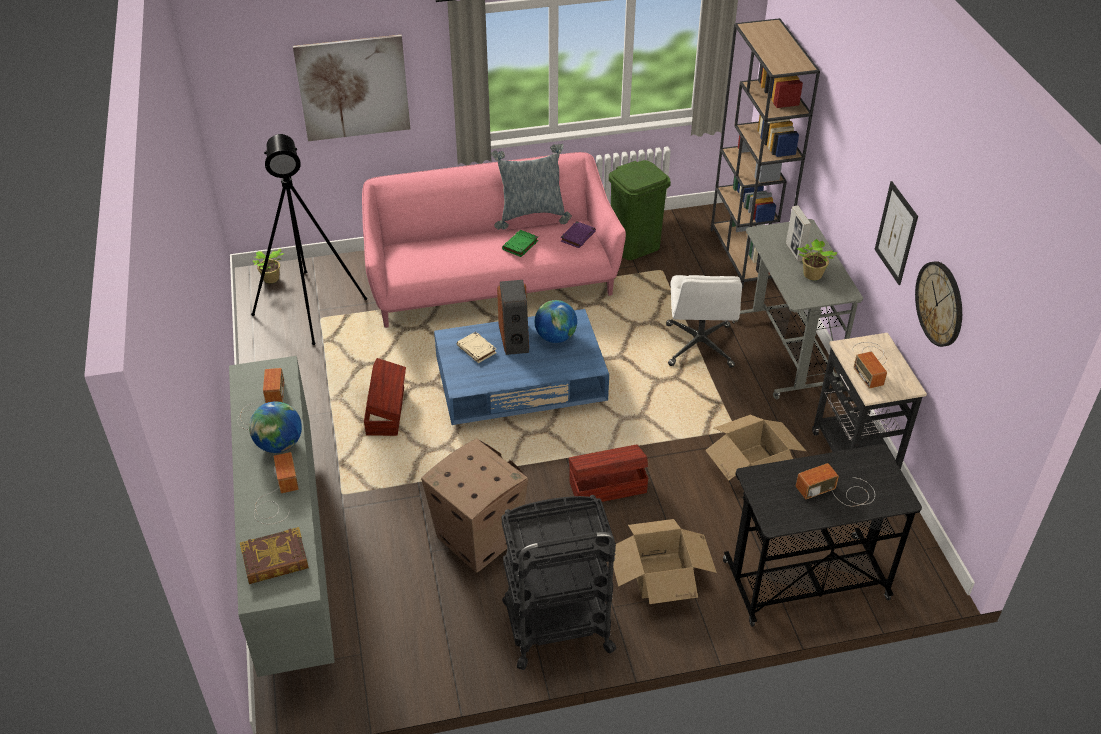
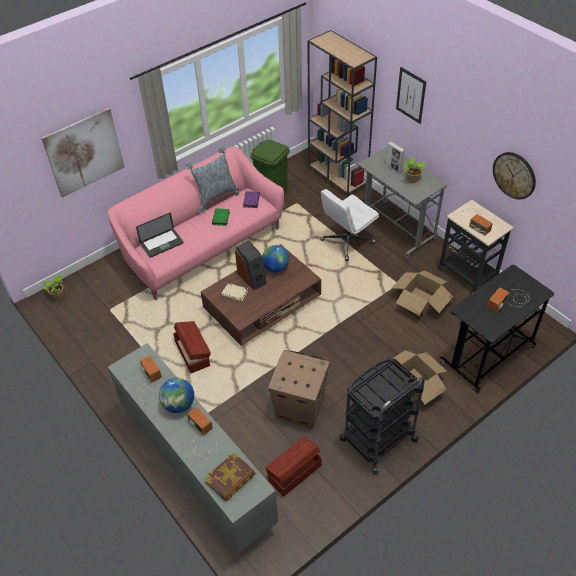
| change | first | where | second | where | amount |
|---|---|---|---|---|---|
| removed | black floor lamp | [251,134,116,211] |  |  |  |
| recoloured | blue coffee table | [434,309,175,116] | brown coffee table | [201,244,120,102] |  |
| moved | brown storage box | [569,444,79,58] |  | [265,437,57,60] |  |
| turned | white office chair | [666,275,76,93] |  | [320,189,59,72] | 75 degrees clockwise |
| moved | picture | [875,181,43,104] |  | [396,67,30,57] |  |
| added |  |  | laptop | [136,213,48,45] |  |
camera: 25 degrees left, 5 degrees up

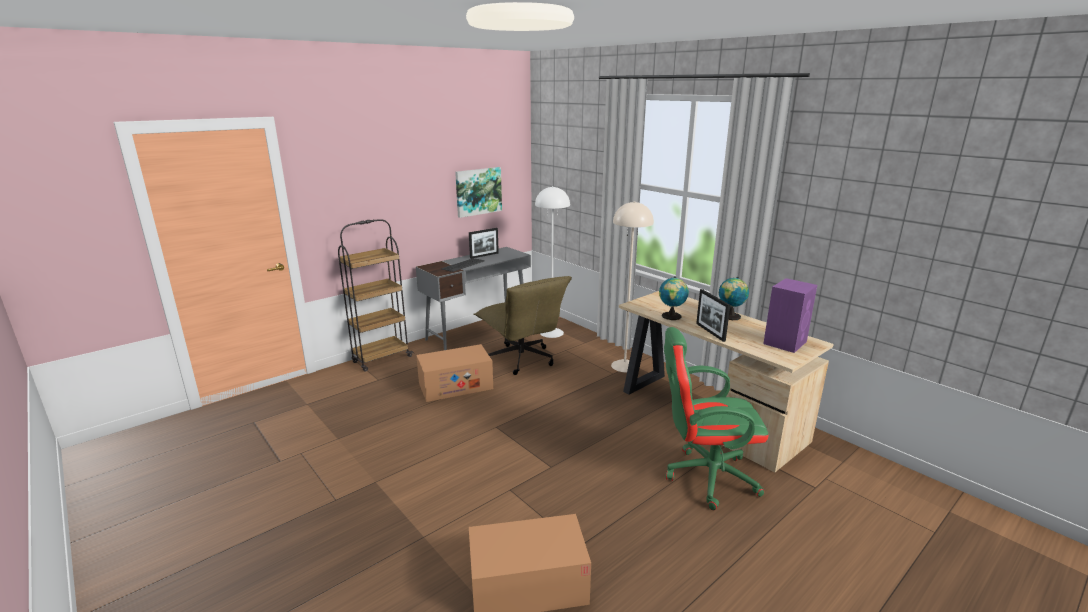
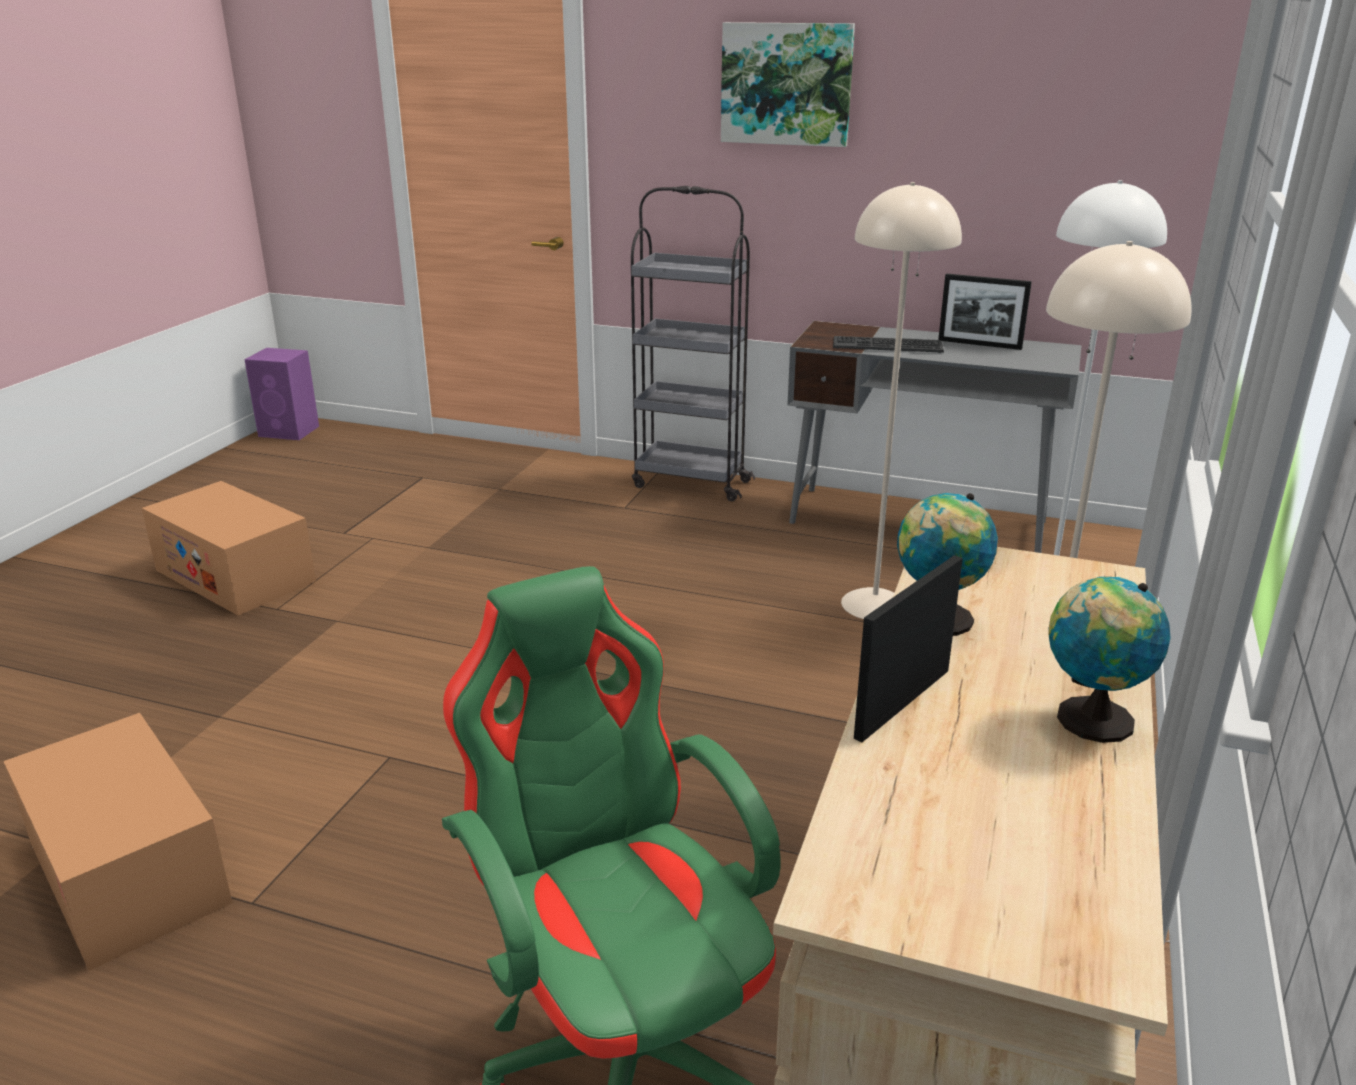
| change | first | where | second | where | amount |
|---|---|---|---|---|---|
| recoloured | brown cart | [338,219,76,153] | grey cart | [631,186,124,315] |  |
| moved | cardboard box | [416,344,77,58] |  | [142,481,174,134] |  |
| moved | picture | [455,167,47,51] |  | [721,22,134,125] |  |
| replaced | beige office chair | [473,276,99,99] | beige floor lamp | [841,182,121,437] |  |
| moved | purple speaker | [763,278,54,75] |  | [244,348,75,92] |  |
camera: 60 degrees right, 5 degrees up

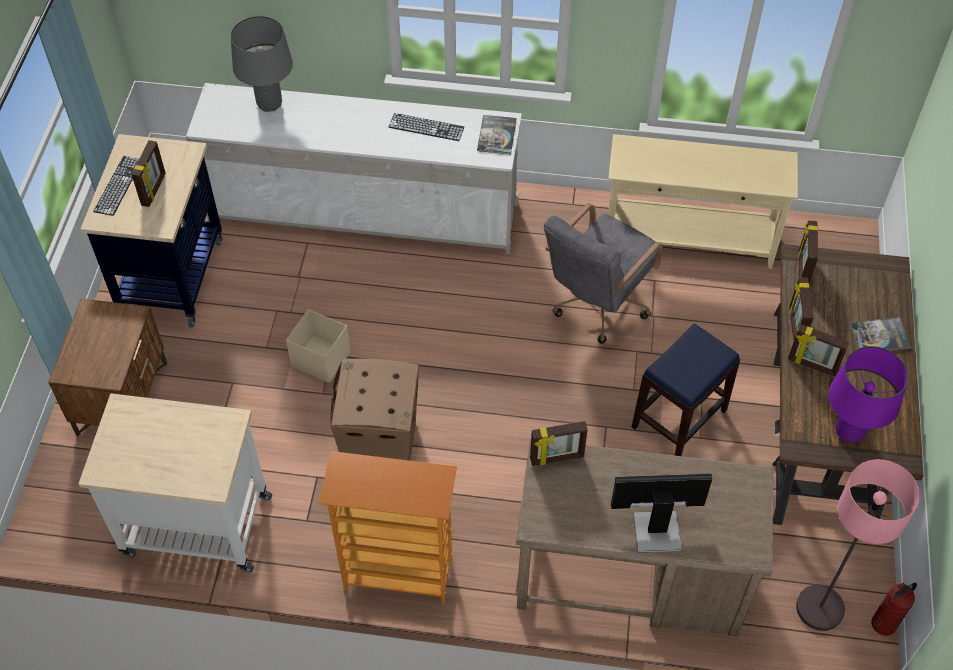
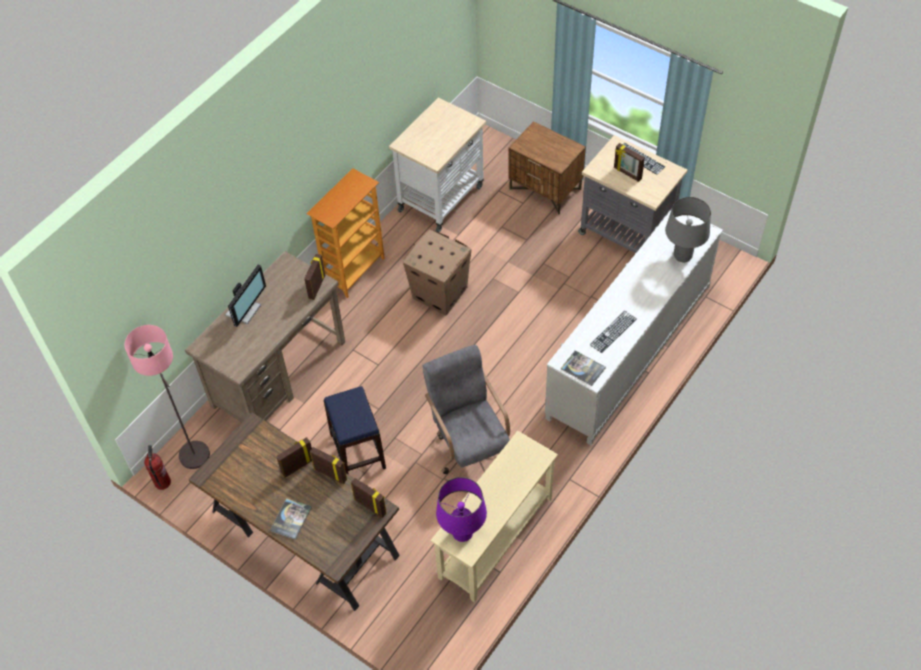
| change | first | where | second | where | amount |
|---|---|---|---|---|---|
| recoloured | blue cart | [80,134,143,194] | grey cart | [578,135,109,118] |  |
| removed | beige storage box | [286,309,65,74] |  |  |  |
| moved | purple table lamp | [829,346,80,97] |  | [436,477,51,65] |  |
camera: 120 degrees right, 0 degrees up

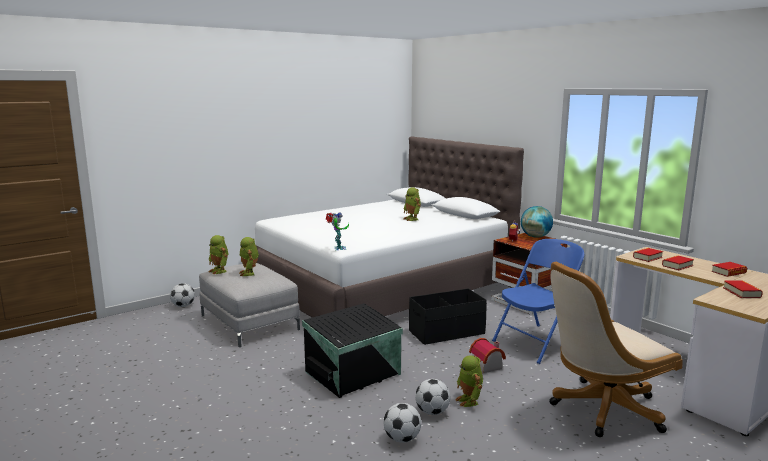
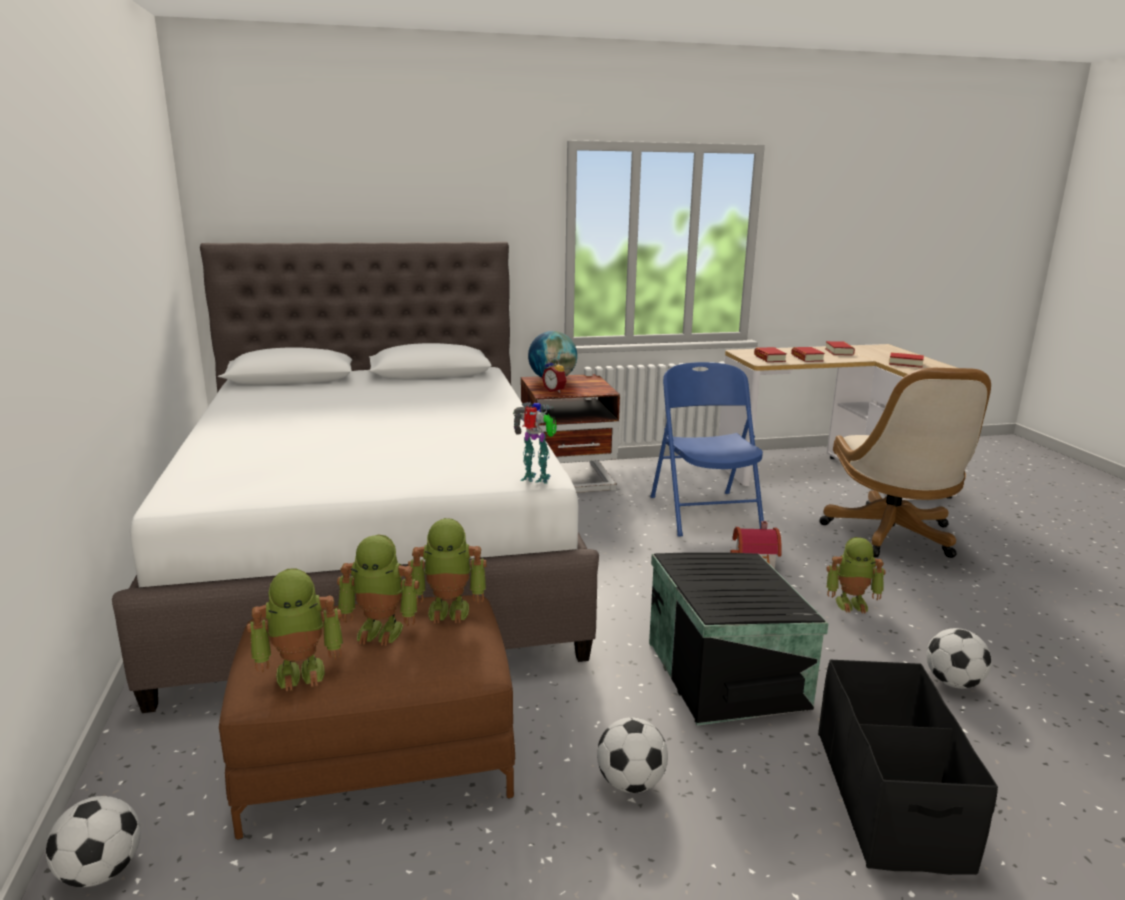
| change | first | where | second | where | amount |
|---|---|---|---|---|---|
| recoloured | grey ottoman | [199,263,101,84] | brown ottoman | [219,595,296,244] |  |
| moved | toy robot | [403,187,18,34] |  | [408,518,79,105] |  |
| moved | black storage box | [409,288,78,57] |  | [818,660,180,215] |  |
| moved | football | [415,379,35,36] |  | [597,717,71,76] |  |
camera: 65 degrees left, 5 degrees up

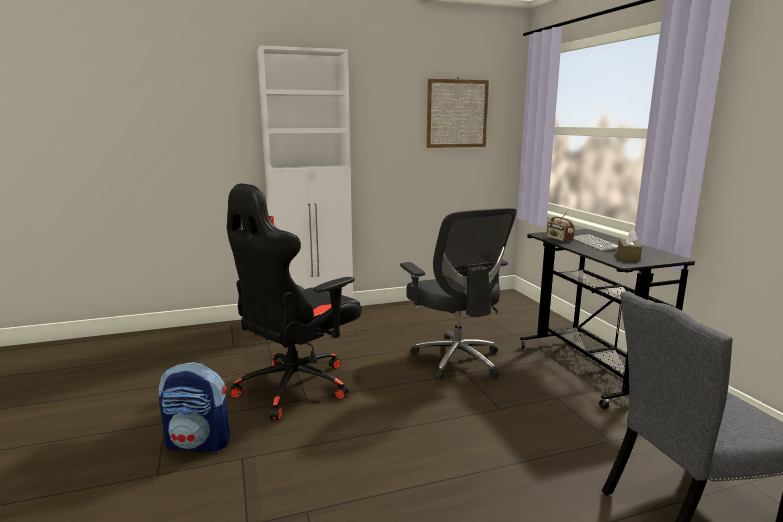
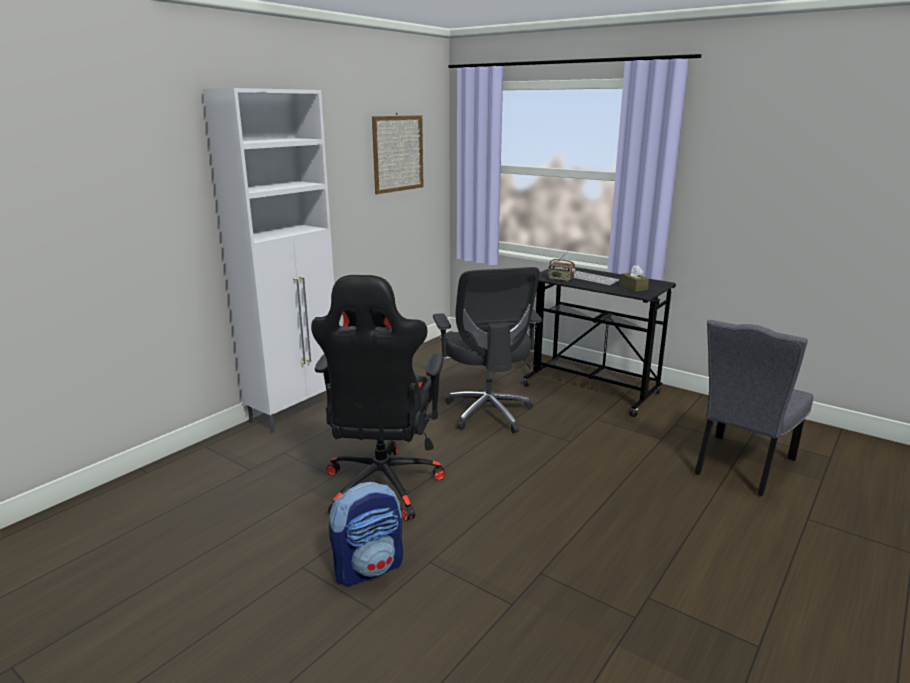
| change | first | where | second | where | amount |
|---|---|---|---|---|---|
| turned | office chair | [400,208,117,172] |  | [433,267,109,166] | 45 degrees clockwise |
camera: 35 degrees left, 5 degrees up

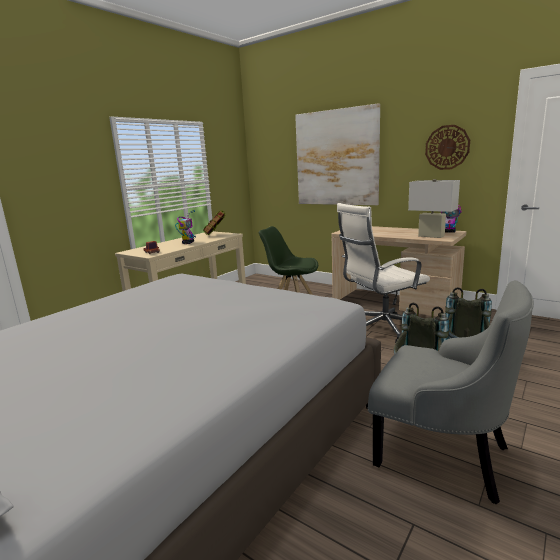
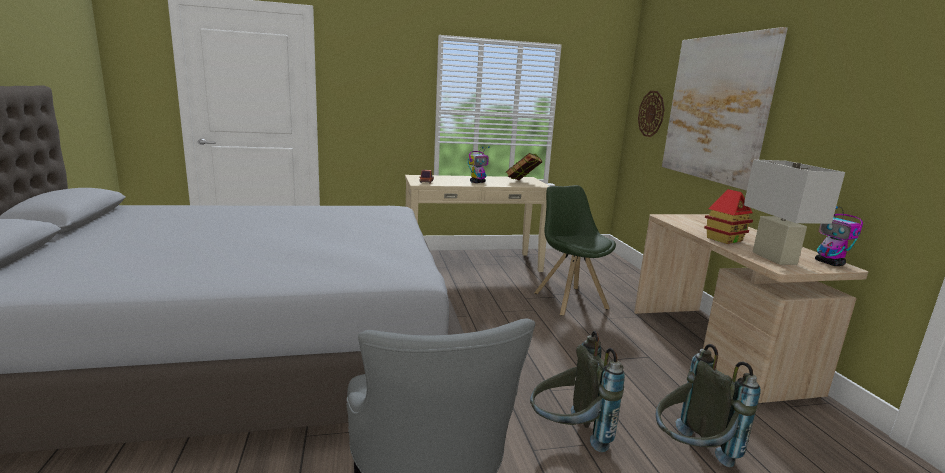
| change | first | where | second | where | amount |
|---|---|---|---|---|---|
| removed | white office chair | [337,203,93,140] |  |  |  |
| moved | wall clock | [425,125,45,45] |  | [638,91,27,46] |  |
| added |  |  | toy house | [704,189,49,55] |  |
camera: 40 degrees right, 0 degrees up

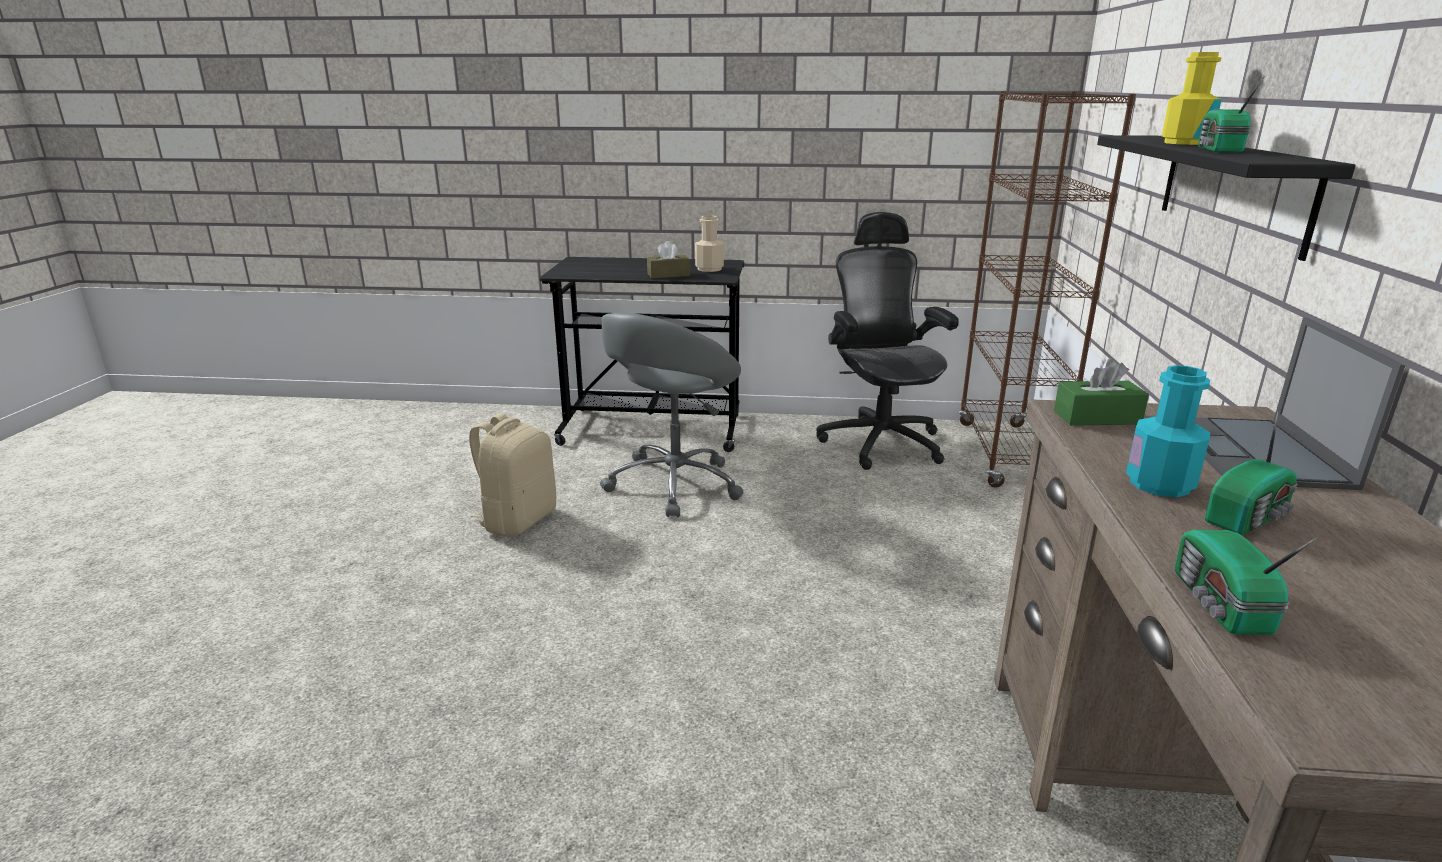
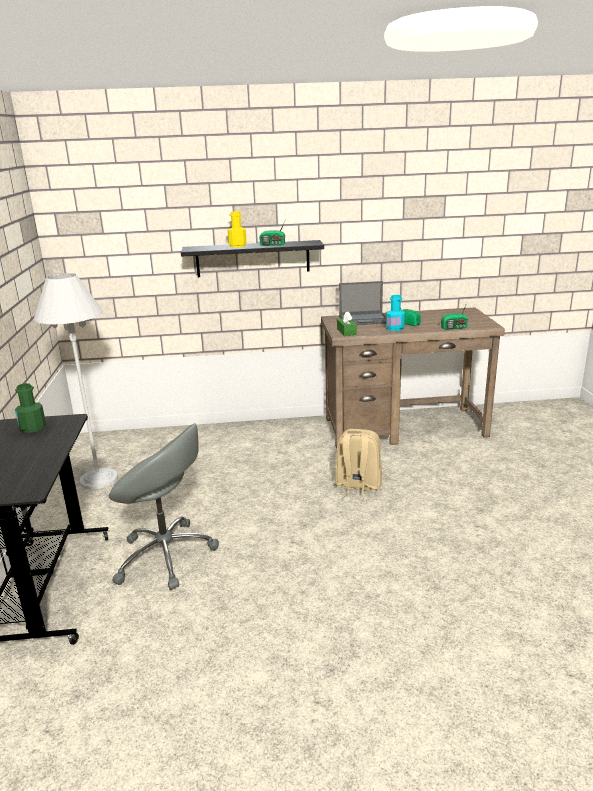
| change | first | where | second | where | amount |
|---|---|---|---|---|---|
| moved | beige backpack | [469,413,87,124] |  | [335,429,47,71] |  |
| removed | brown tissue box | [647,241,43,37] |  |  |  |
| recoloured | beige bottle | [695,215,29,57] | green bottle | [15,383,31,50] |  |
| replaced | office chair | [816,212,143,258] | white floor lamp | [33,273,85,216] |  |
| removed | brown bookcase | [958,91,178,397] |  |  |  |
camera: 100 degrees left, 0 degrees up

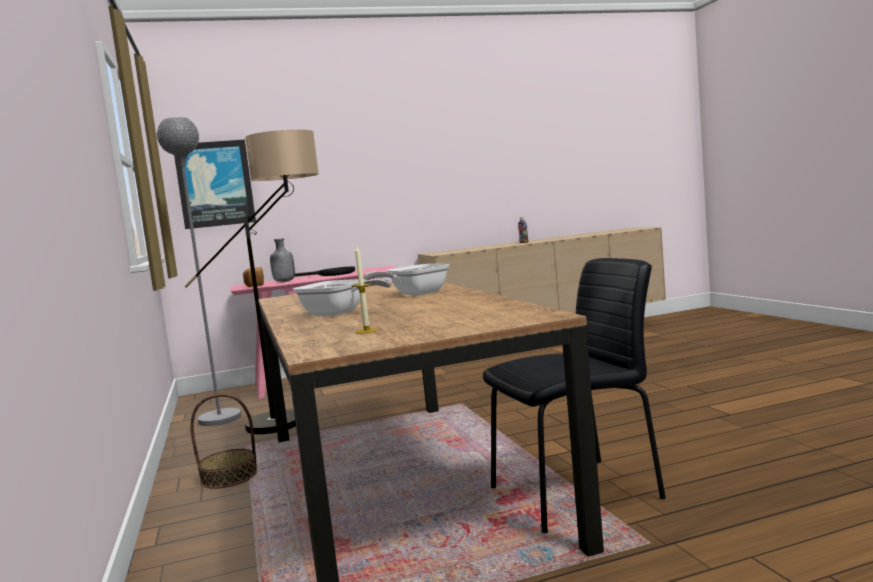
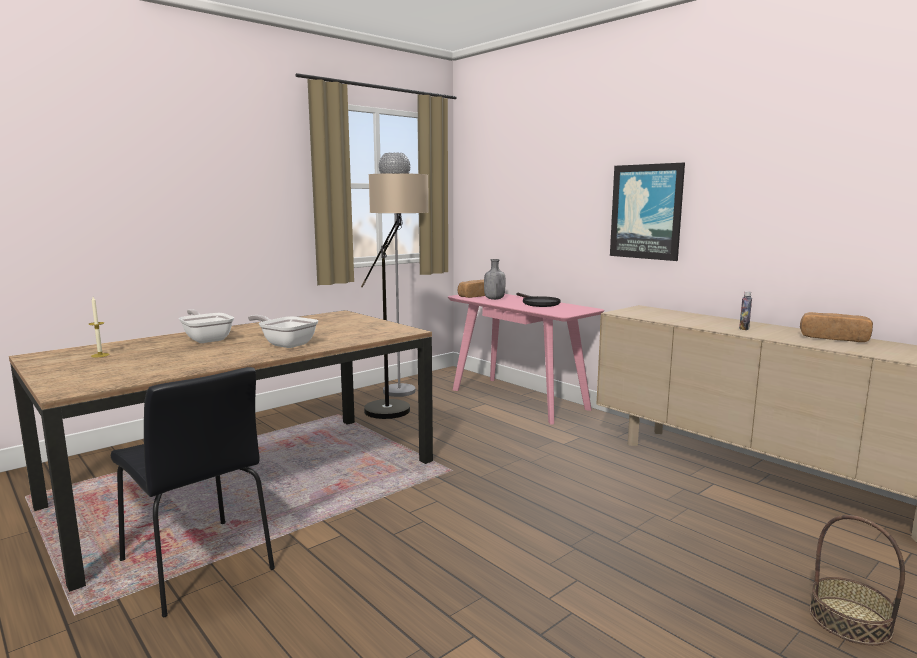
| change | first | where | second | where | amount |
|---|---|---|---|---|---|
| moved | picture | [174,139,82,90] |  | [610,163,75,98] |  |
| moved | basket | [190,394,67,95] |  | [809,515,96,131] |  |
| turned | frying pan | [293,279,99,37] |  | [179,309,55,34] | 135 degrees clockwise |
| added |  |  | bread | [800,312,73,30] |  |
camera: 65 degrees right, 5 degrees up

